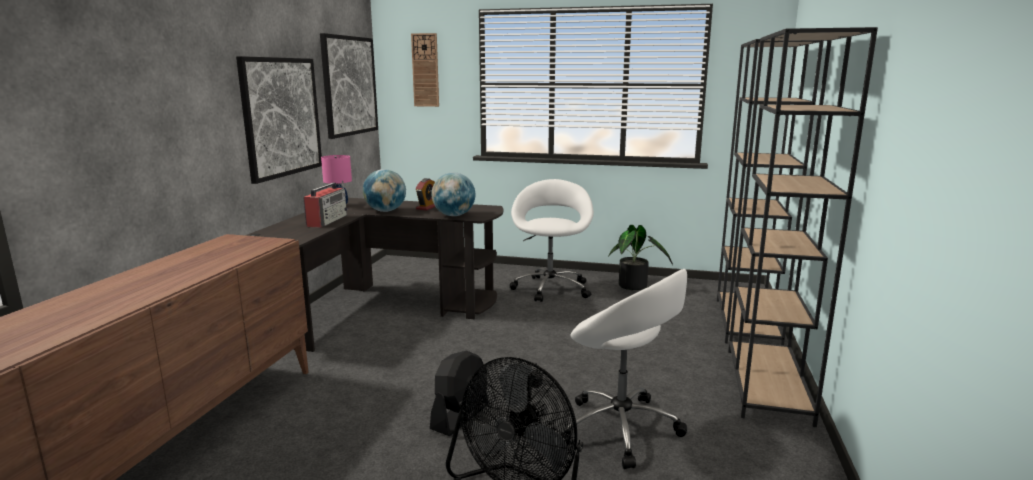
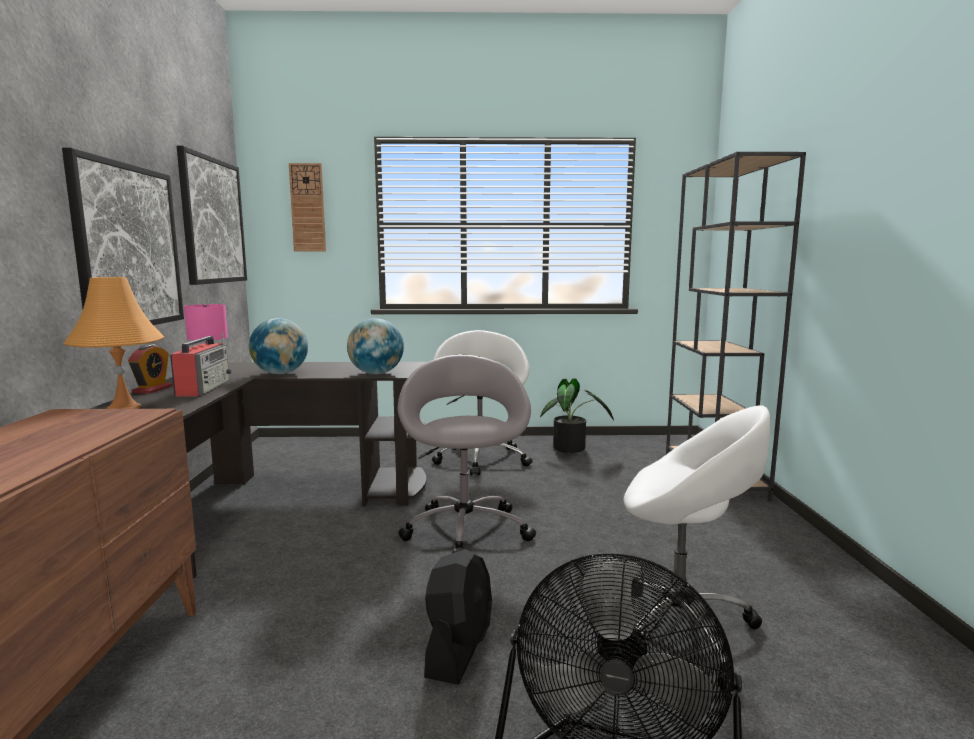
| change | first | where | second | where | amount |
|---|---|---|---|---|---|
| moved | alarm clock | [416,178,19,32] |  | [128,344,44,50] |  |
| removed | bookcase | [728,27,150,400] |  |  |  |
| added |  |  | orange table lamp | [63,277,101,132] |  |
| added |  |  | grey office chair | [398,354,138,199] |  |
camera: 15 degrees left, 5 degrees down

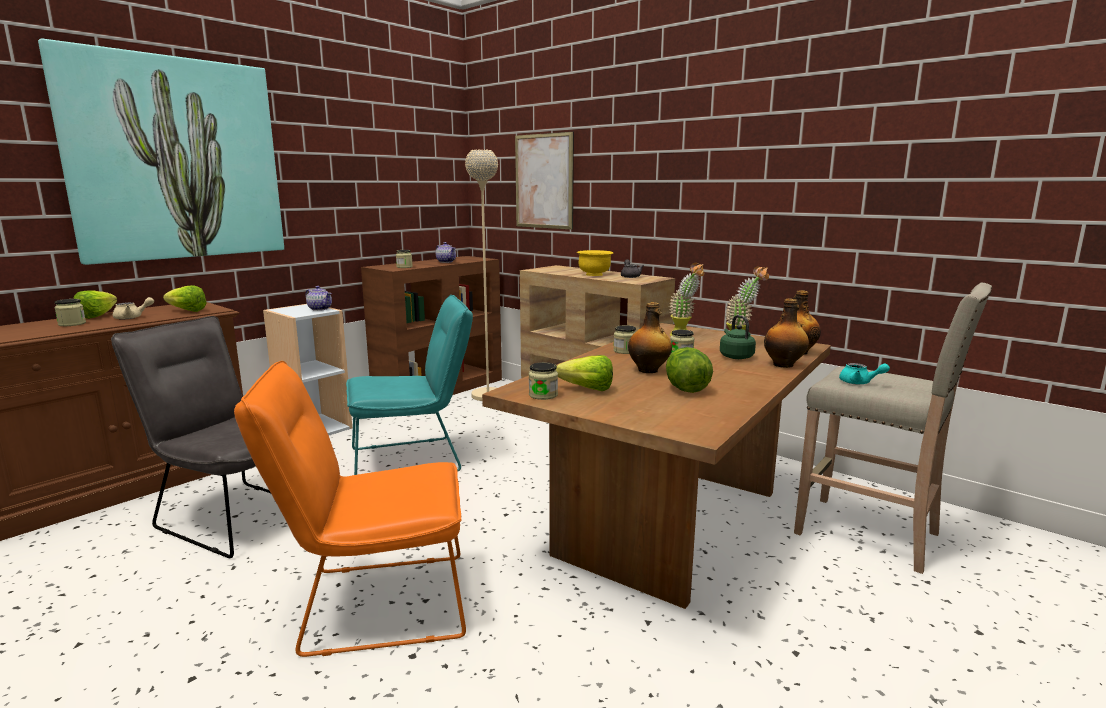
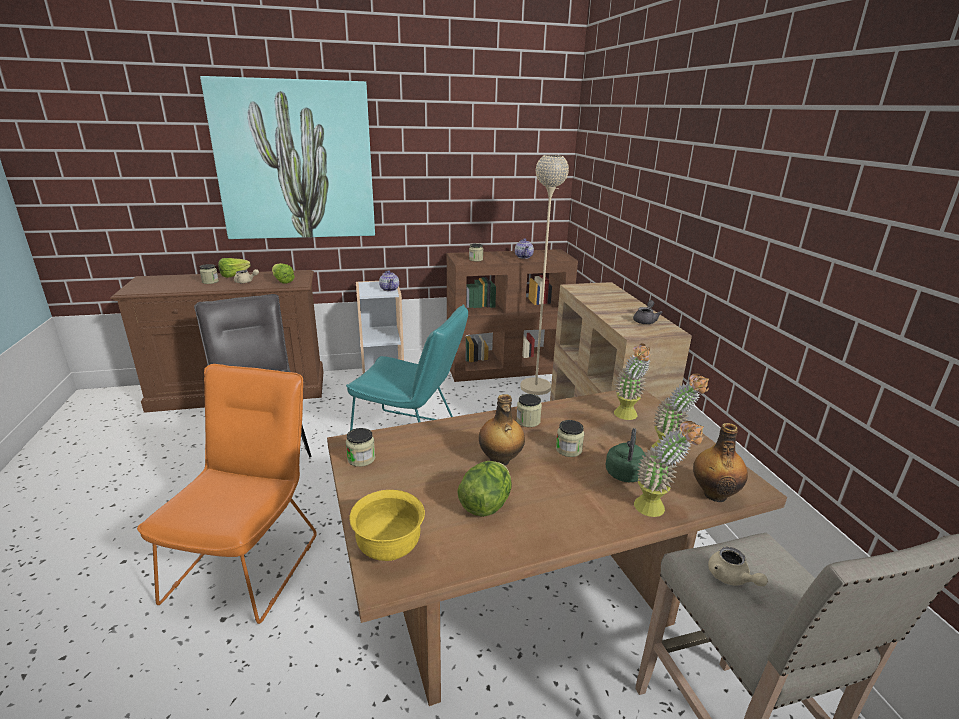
| change | first | where | second | where | amount |
|---|---|---|---|---|---|
| turned | orange chair | [234,361,232,296] |  | [137,364,180,260] | 75 degrees clockwise |
| removed | picture | [515,132,59,98] |  |  |  |
| removed | lettuce | [556,355,57,36] |  |  |  |
| moved | yellow bowl | [577,250,36,26] |  | [349,490,76,71] |  |
| replaced | bottle | [764,299,45,69] | potted plant | [634,421,70,96] |  |
| recoloured | turquoise teapot | [839,363,51,21] | beige teapot | [708,547,60,39] |  |
camera: 35 degrees right, 10 degrees up

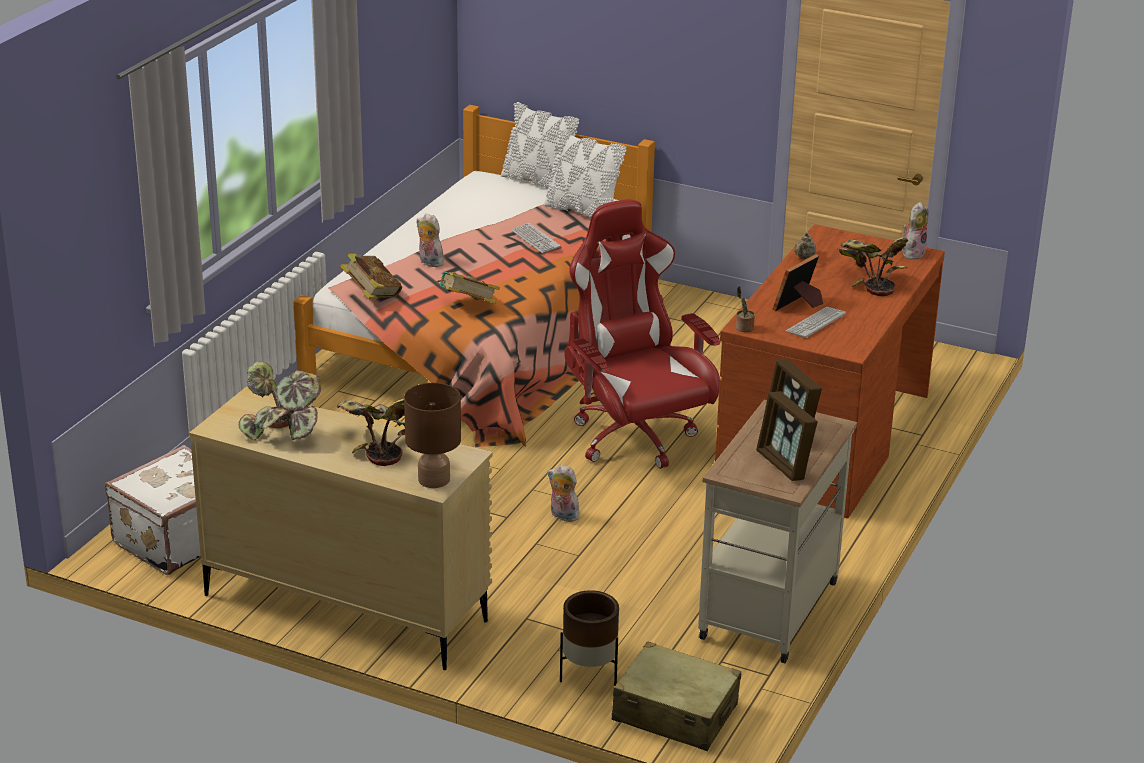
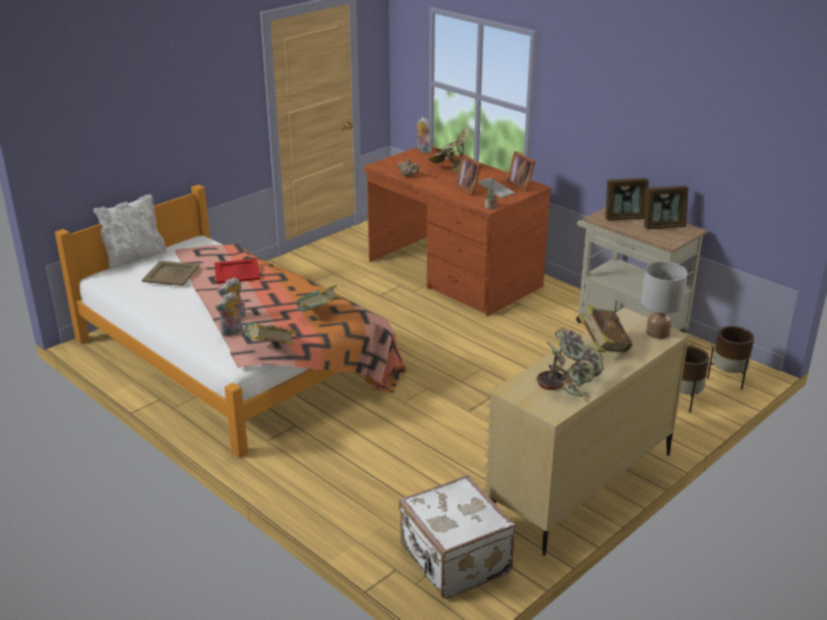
| change | first | where | second | where | amount |
|---|---|---|---|---|---|
| replaced | potted plant | [337,399,68,67] | book | [578,305,54,48] |  |
| recoloured | brown table lamp | [404,383,57,105] | grey table lamp | [641,262,47,77] |  |
| replaced | keyboard | [511,223,50,30] | red tray | [214,259,46,25] |  |
| removed | white pillow | [544,129,83,88] |  |  |  |
| moved | plush toy | [547,465,34,57] |  | [215,292,28,45] |  |
| removed | red office chair | [564,199,156,270] |  |  |  |
| replaced | beige suitcase | [612,642,129,109] | brown planter | [707,326,47,64] |  |
| added |  |  | beige tray | [142,261,58,25] |  |
| added |  |  | picture frame | [506,151,30,41] |  |
camera: 70 degrees left, 0 degrees up

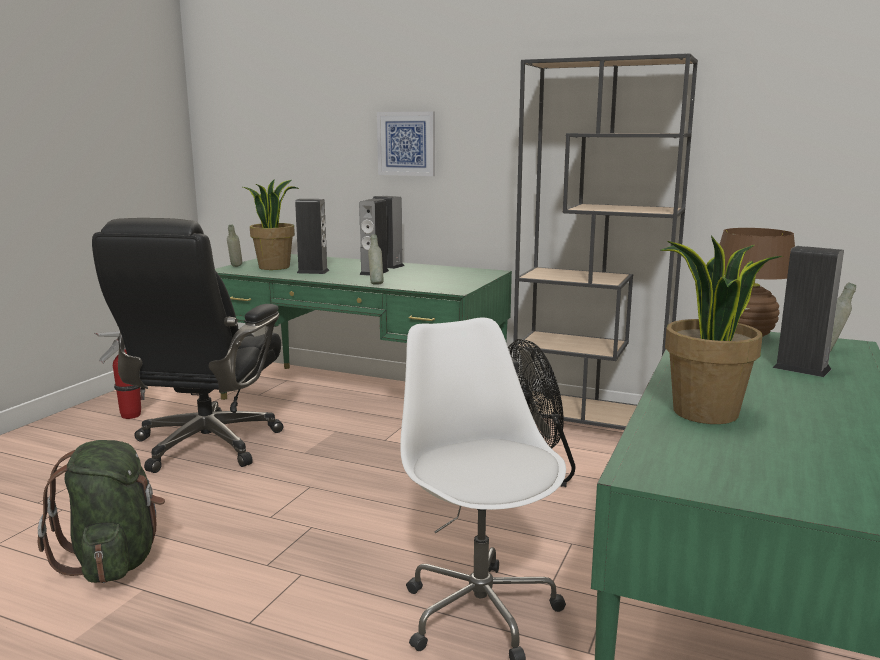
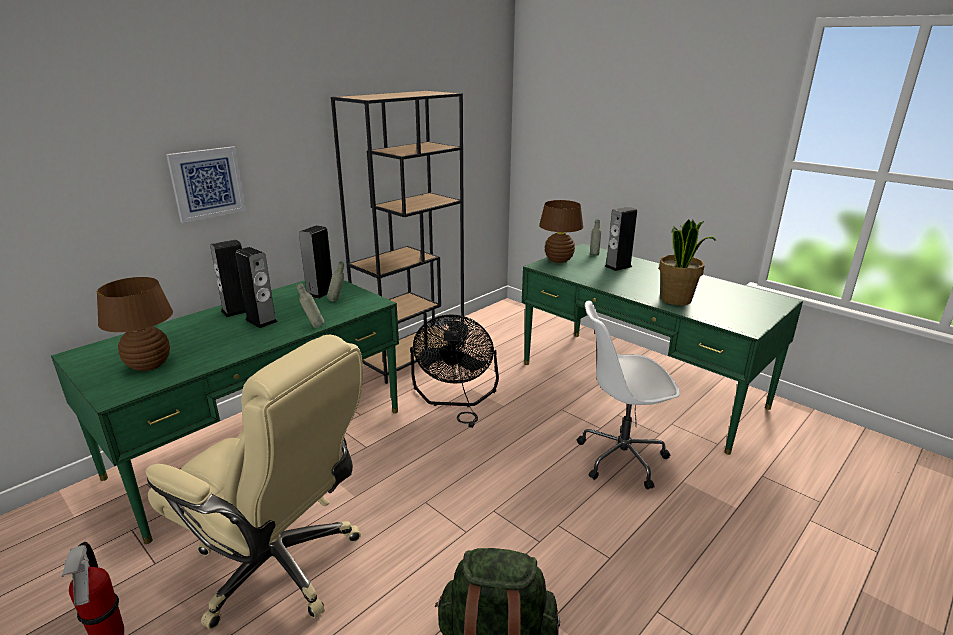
| change | first | where | second | where | amount |
|---|---|---|---|---|---|
| recoloured | black office chair | [92,218,191,255] | beige office chair | [146,335,217,294] |  |
| moved | grey bottle | [227,225,15,42] |  | [327,261,17,41] |  |
| replaced | potted plant | [243,179,56,91] | brown table lamp | [97,277,76,94] |  |
| moved | speaker | [295,199,34,75] |  | [299,225,33,74] |  |
camera: 70 degrees left, 10 degrees up

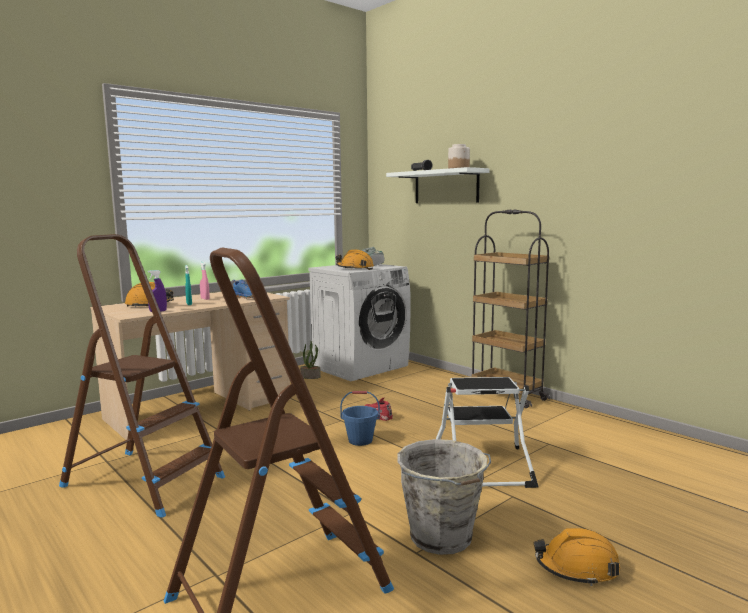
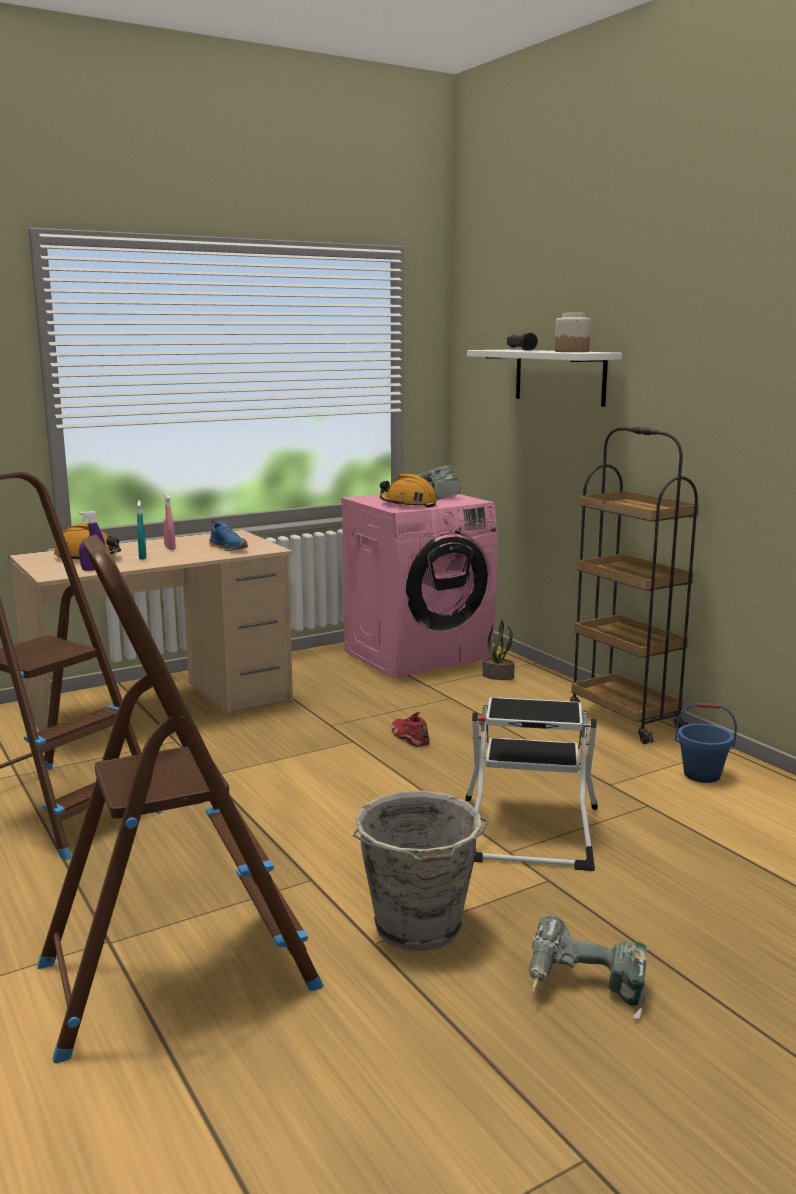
| change | first | where | second | where | amount |
|---|---|---|---|---|---|
| moved | potted plant | [300,340,21,39] |  | [482,620,33,60] |  |
| recoloured | white washing machine | [309,264,101,117] | pink washing machine | [341,494,157,184] |  |
| moved | blue bucket | [340,391,40,55] |  | [675,703,62,80] |  |
| replaced | orange hard hat | [534,528,86,58] | power drill | [529,916,118,104] |  |
camera: 10 degrees right, 5 degrees up

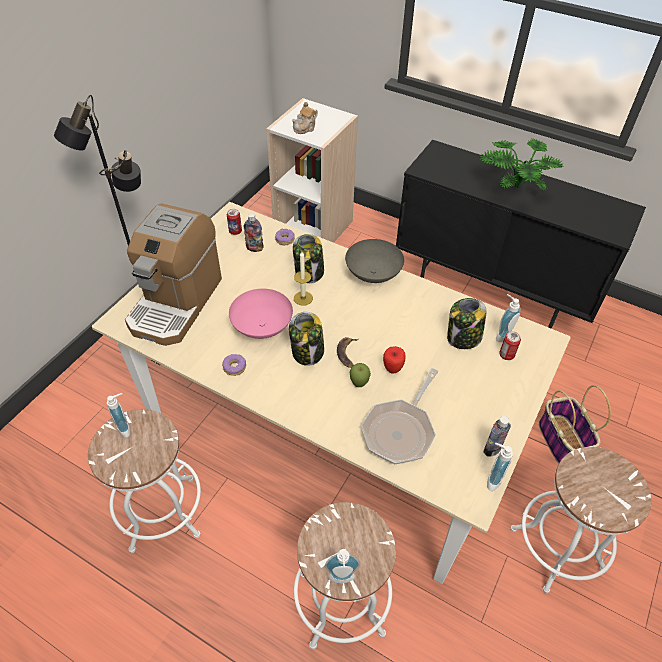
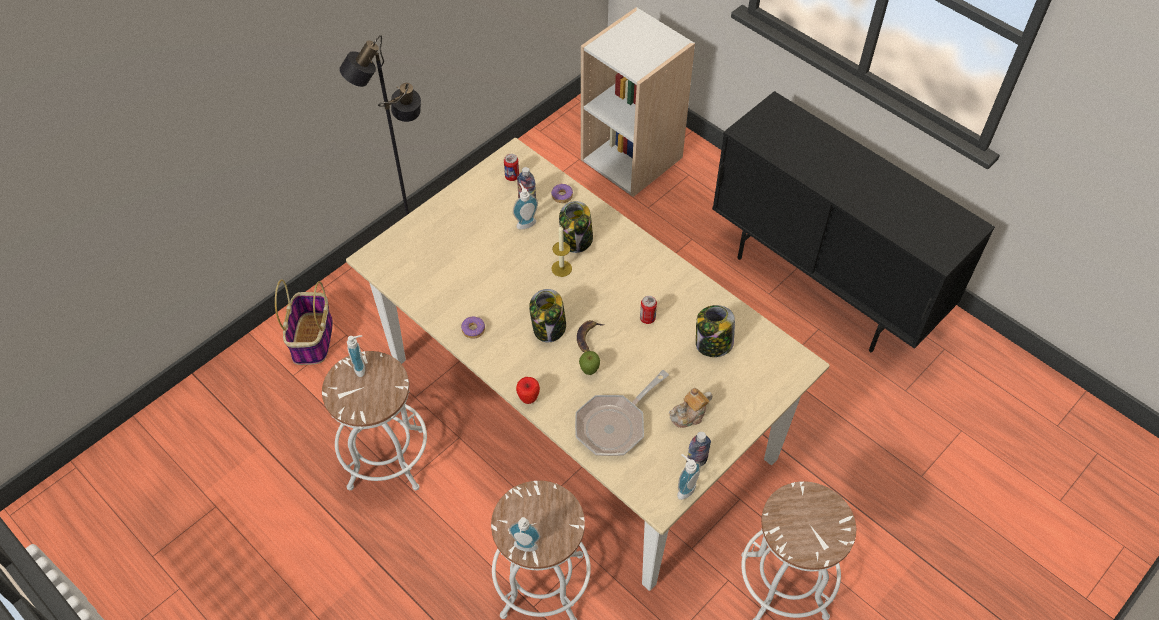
| change | first | where | second | where | amount |
|---|---|---|---|---|---|
| removed | coffee machine | [125,203,97,143] |  |  |  |
| removed | pink bowl | [229,289,64,50] |  |  |  |
| moved | teapot | [292,102,26,32] |  | [669,388,44,40] |  |
| removed | grey bowl | [345,239,59,44] |  |  |  |
| moved | apple | [383,346,22,28] |  | [516,377,24,27] |  |
| removed | potted plant | [481,138,83,53] |  |  |  |
| moved | soap dispenser | [496,294,25,48] |  | [513,183,25,46] |  |
| moved | can | [499,331,22,29] |  | [640,296,17,28] |  |
| moved | basket | [539,385,72,79] |  | [275,279,58,86] |  |
camera: 15 degrees right, 5 degrees up

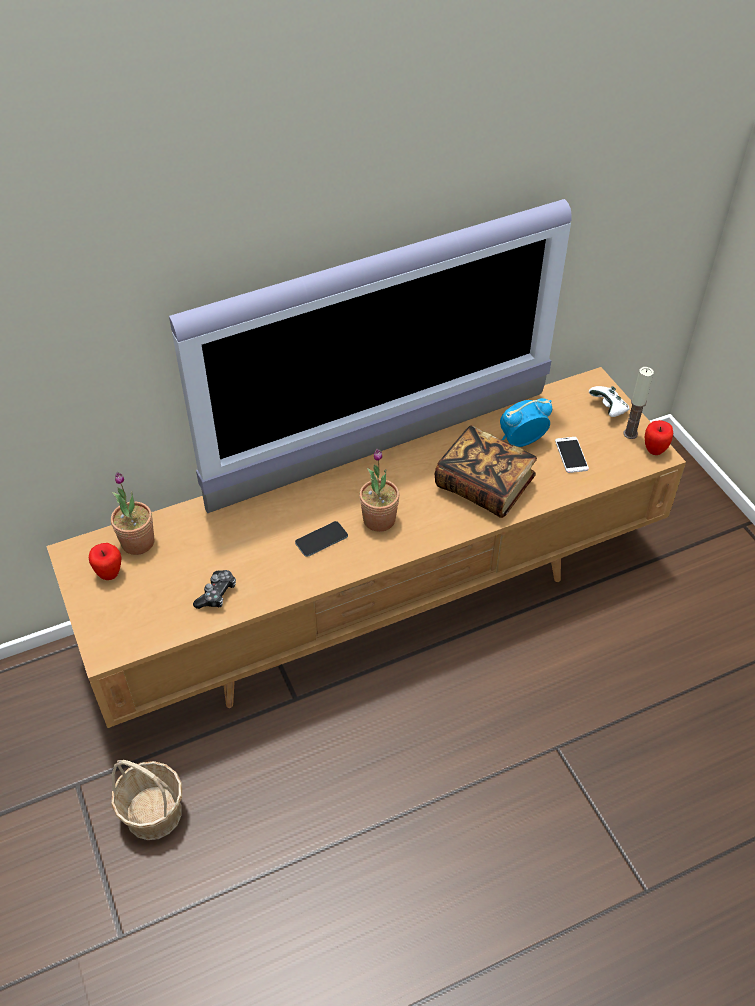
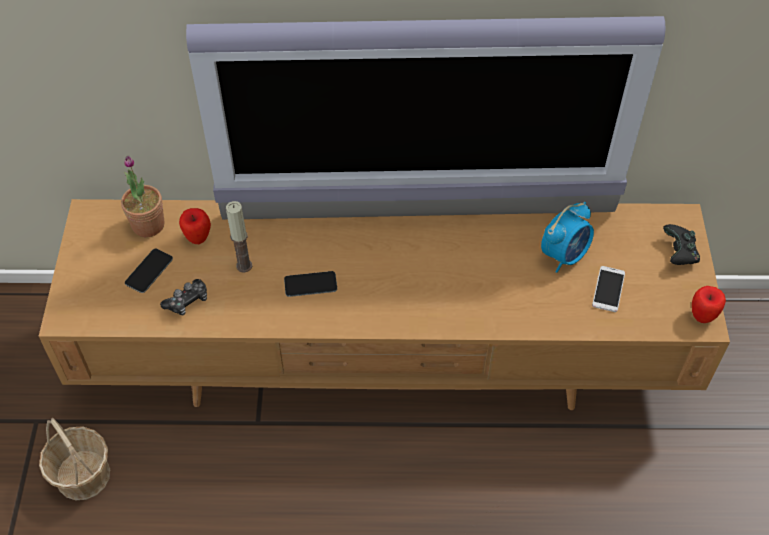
| change | first | where | second | where | amount |
|---|---|---|---|---|---|
| moved | apple | [89,543,32,37] |  | [179,208,32,36] |  |
| removed | potted plant | [359,449,41,83] |  |  |  |
| removed | book | [435,425,102,93] |  |  |  |
| turned | alarm clock | [500,398,52,49] |  | [541,202,53,71] | 135 degrees clockwise |
| recoloured | white game controller | [589,386,40,31] | black game controller | [663,224,37,41] |  |
| moved | candle | [623,367,31,72] |  | [226,201,26,72] |  |
| added |  |  | phone | [125,249,48,44] |  |
camera: 25 degrees right, 5 degrees up

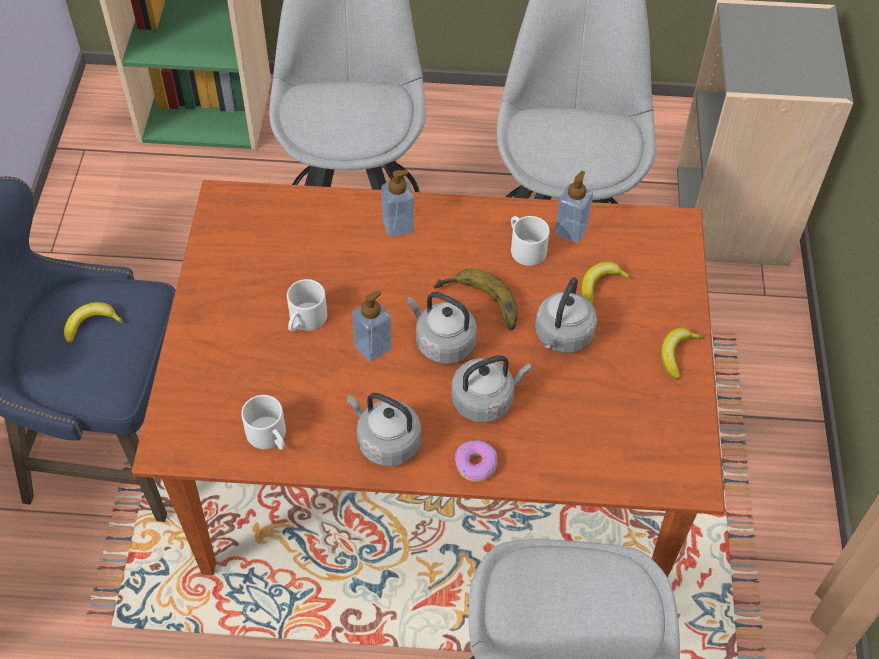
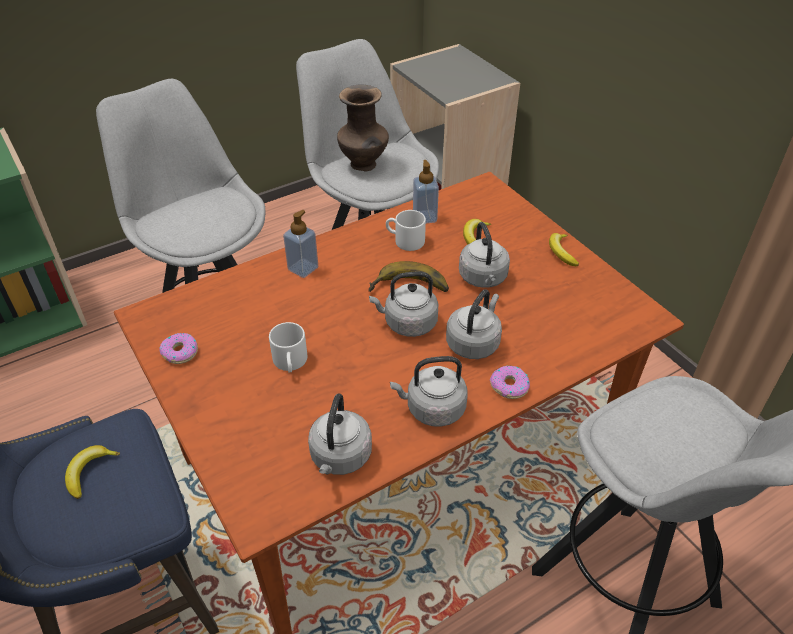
| change | first | where | second | where | amount |
|---|---|---|---|---|---|
| replaced | white mug | [241,395,45,55] | grey kettle | [308,393,64,82] |  |
| removed | soap dispenser | [352,290,40,72] |  |  |  |
| added |  |  | donut | [159,333,39,31] |  |
| added |  |  | brown vase | [337,84,52,87] |  |
camera: 35 degrees left, 10 degrees down

